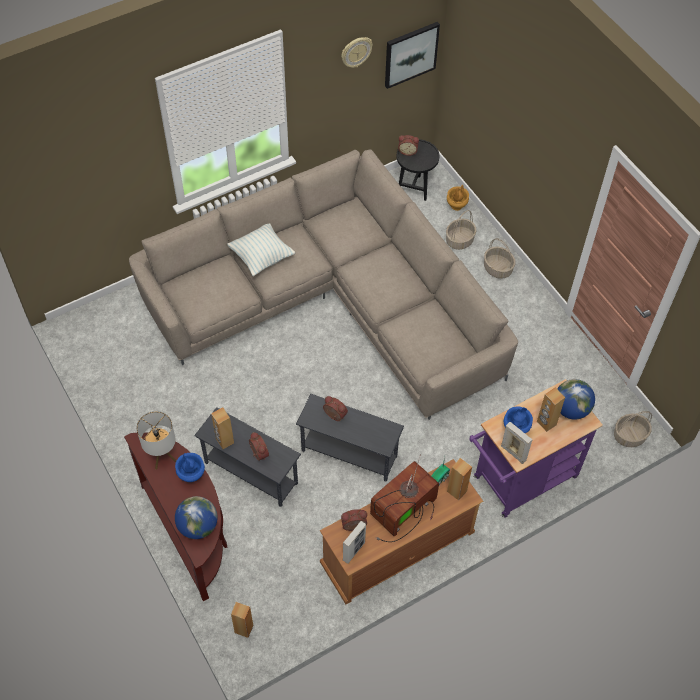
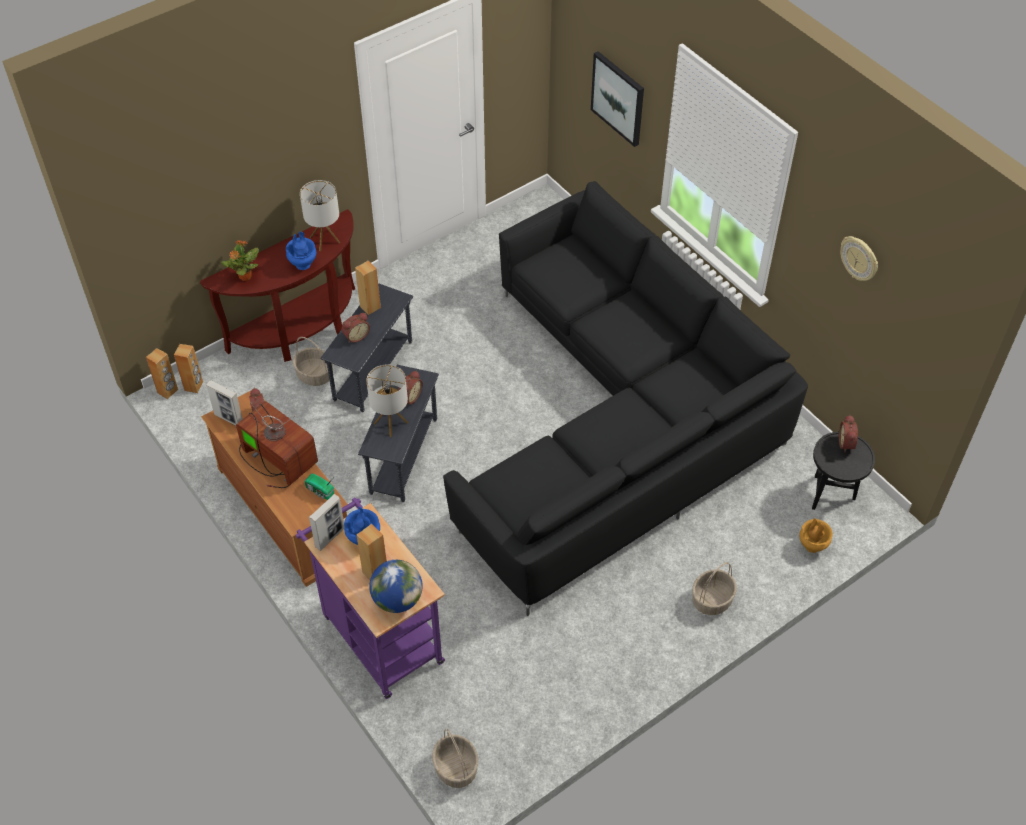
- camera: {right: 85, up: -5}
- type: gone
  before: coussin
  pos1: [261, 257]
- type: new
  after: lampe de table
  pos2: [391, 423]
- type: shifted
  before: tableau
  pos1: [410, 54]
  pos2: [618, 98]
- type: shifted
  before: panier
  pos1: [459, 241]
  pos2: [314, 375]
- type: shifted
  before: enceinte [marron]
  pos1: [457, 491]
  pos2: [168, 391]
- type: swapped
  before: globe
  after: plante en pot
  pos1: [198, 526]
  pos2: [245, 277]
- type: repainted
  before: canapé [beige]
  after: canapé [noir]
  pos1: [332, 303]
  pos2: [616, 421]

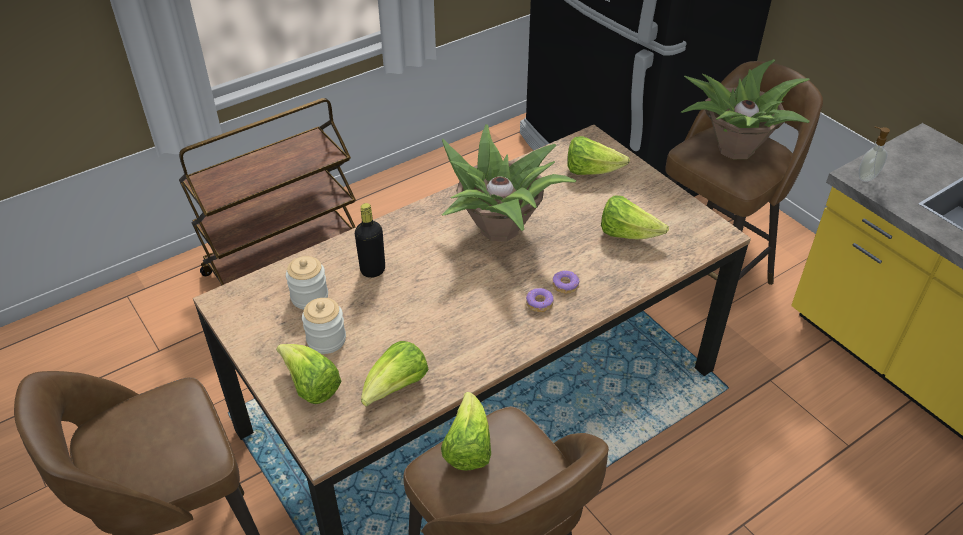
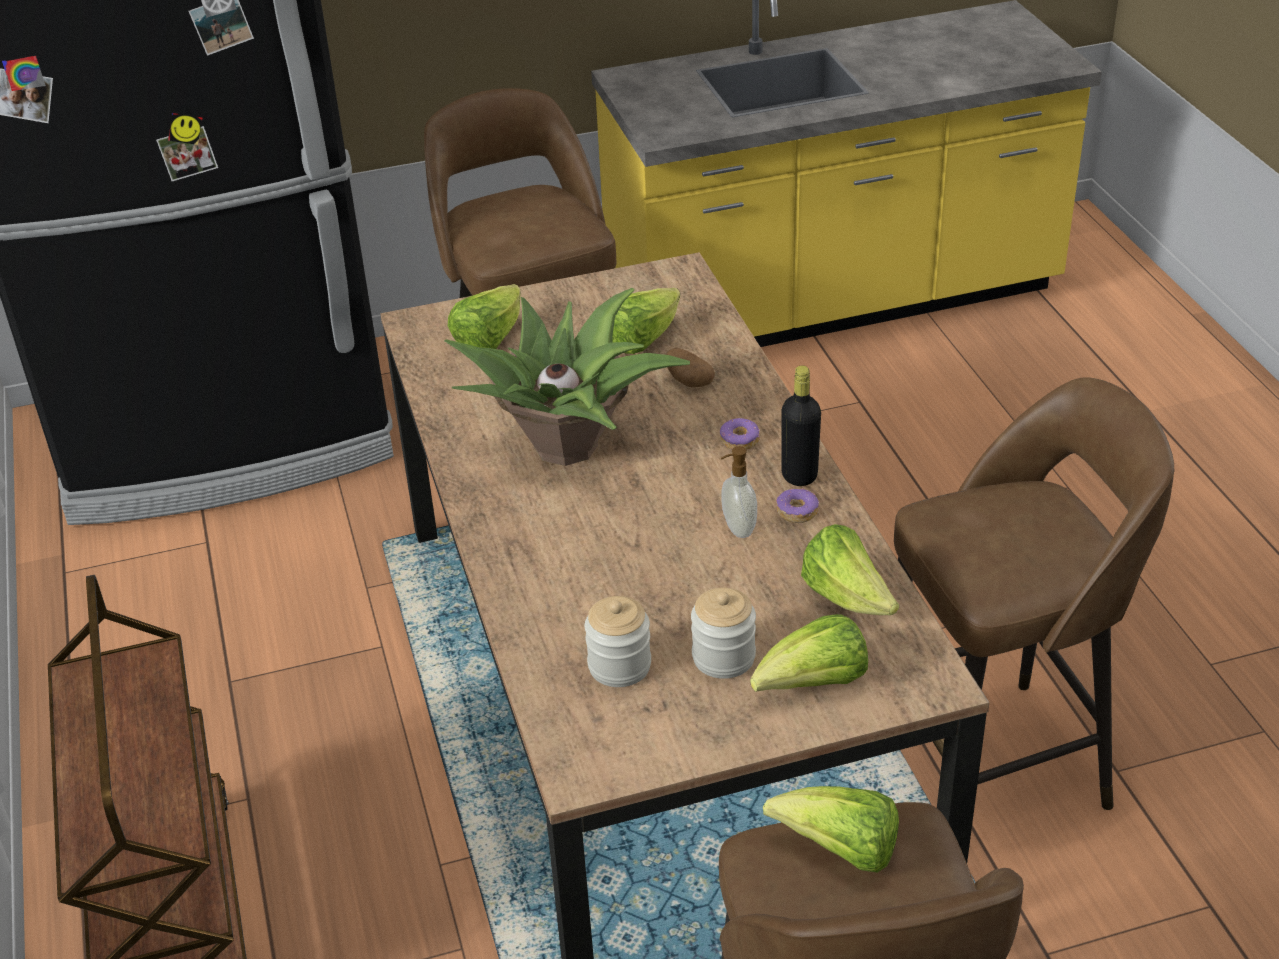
- camera: {right: -70, up: -5}
- type: gone
  before: plante en pot
  pos1: [734, 149]
- type: new
  after: pomme de terre
  pos2: [688, 381]
- type: shifted
  before: bouteille [noir]
  pos1: [373, 270]
  pos2: [799, 475]
- type: shifted
  before: laitue
  pos1: [468, 447]
  pos2: [840, 851]
- type: shifted
  before: beignet
  pos1: [565, 285]
  pos2: [796, 511]
- type: shifted
  before: distributeur de savon
  pos1: [866, 176]
  pos2: [737, 528]

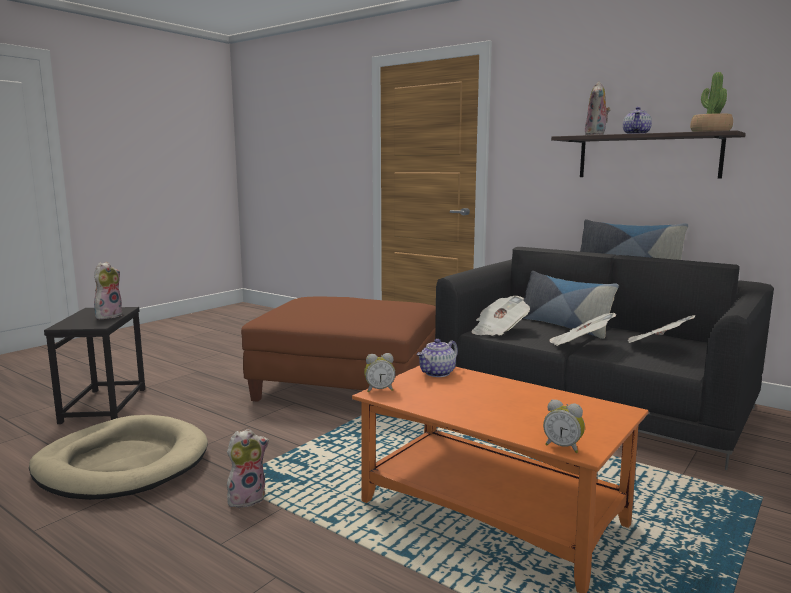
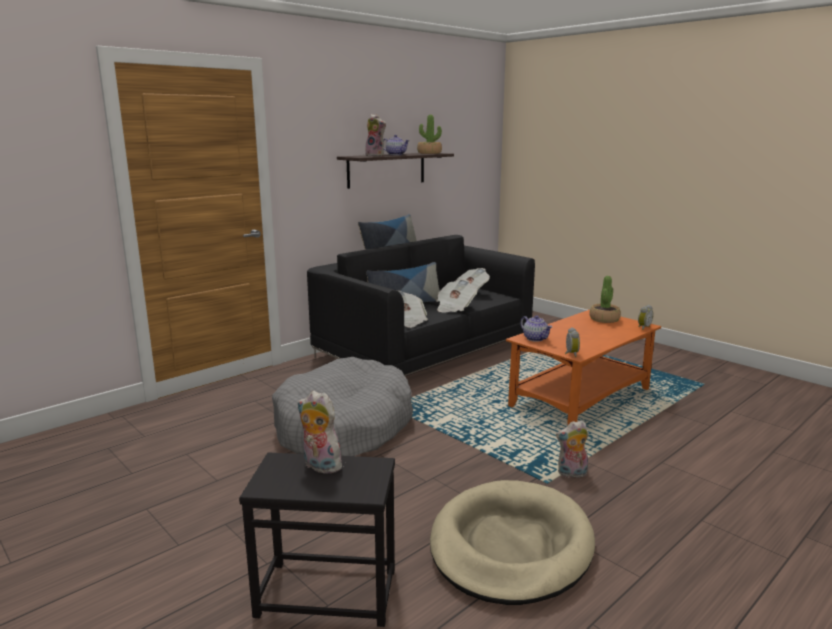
- camera: {right: -80, up: 5}
- type: new
  after: plante en pot
  pos2: [604, 319]
- type: swapped
  before: pouf [marron]
  after: panier pour chien [gris]
  pos1: [347, 385]
  pos2: [343, 427]
- type: rotated
  before: peluche
  pos1: [247, 498]
  pos2: [571, 474]
  turn: -75

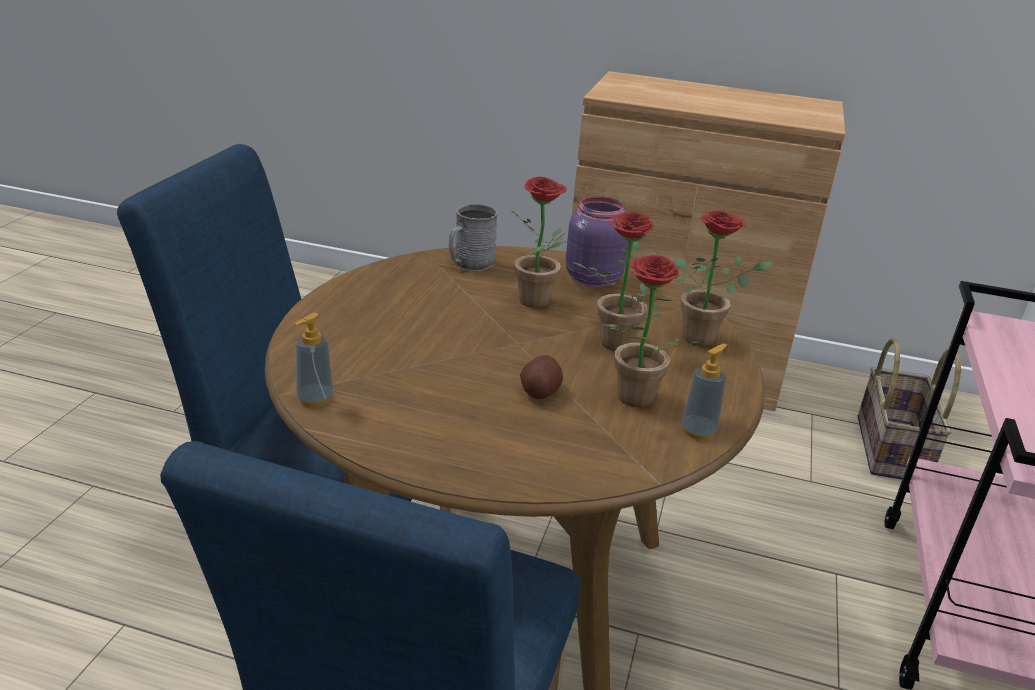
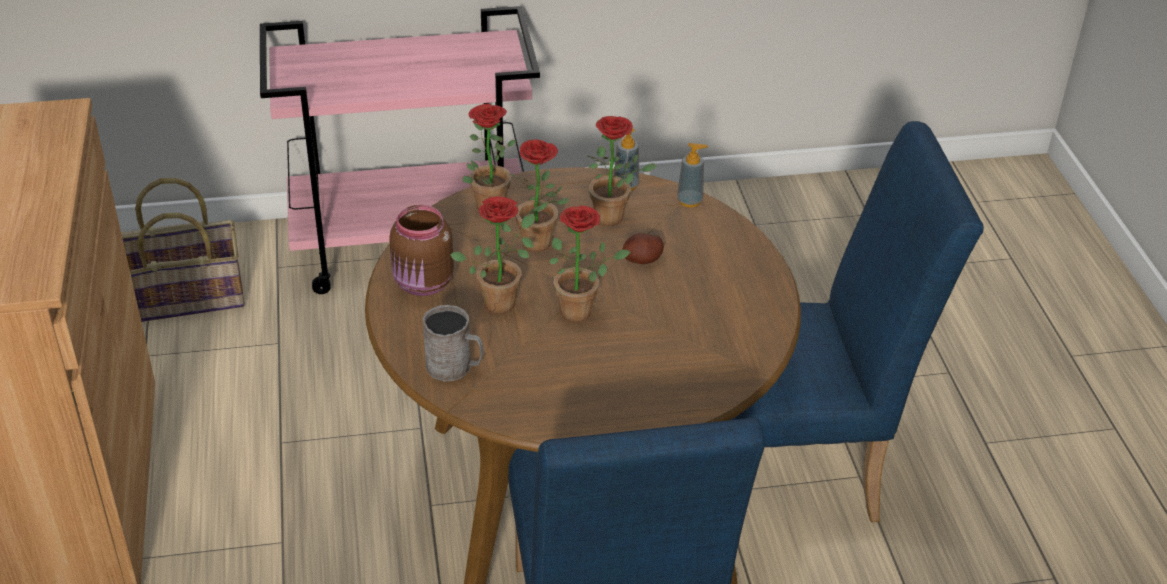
- camera: {right: -115, up: 10}
- type: new
  after: plante en pot
  pos2: [582, 311]
- type: shifted
  before: distributeur de savon
  pos1: [315, 399]
  pos2: [689, 201]
- type: repainted
  before: bocal [violet]
  after: bocal [marron]
  pos1: [591, 278]
  pos2: [423, 284]

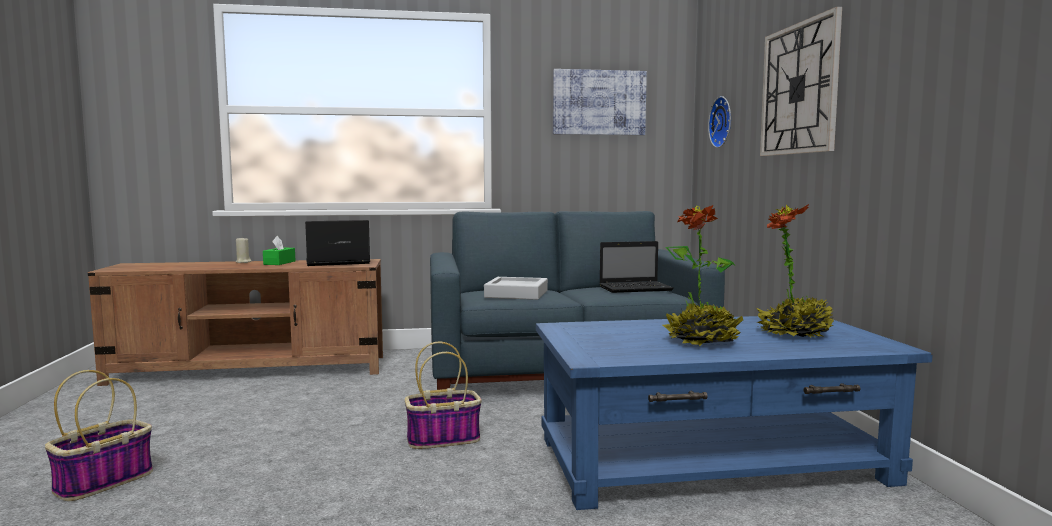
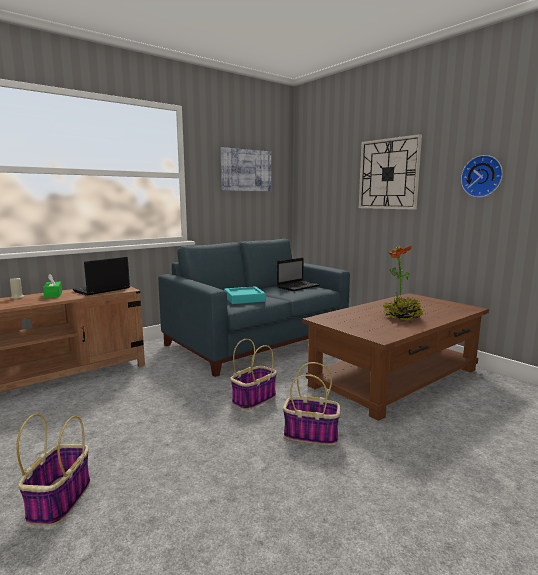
- camera: {right: -30, up: 5}
- type: gone
  before: plante en pot
  pos1: [794, 334]
- type: new
  after: panier
  pos2: [312, 435]
- type: shifted
  before: horloge murale
  pos1: [723, 122]
  pos2: [482, 176]
- type: repainted
  before: plateau [gris]
  after: plateau [turquoise]
  pos1: [516, 294]
  pos2: [244, 299]
- type: repainted
  before: table basse [bleu]
  after: table basse [marron]
  pos1: [712, 460]
  pos2: [395, 377]

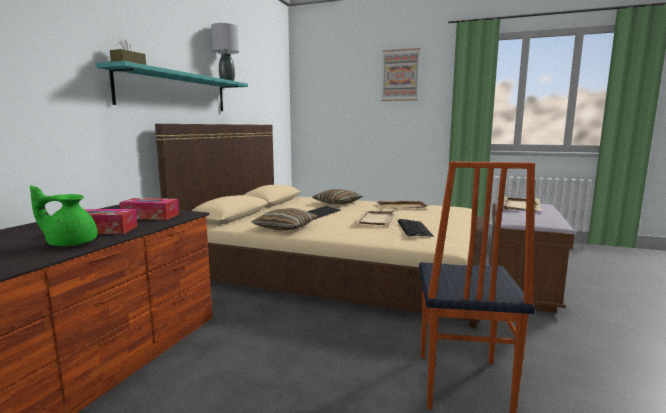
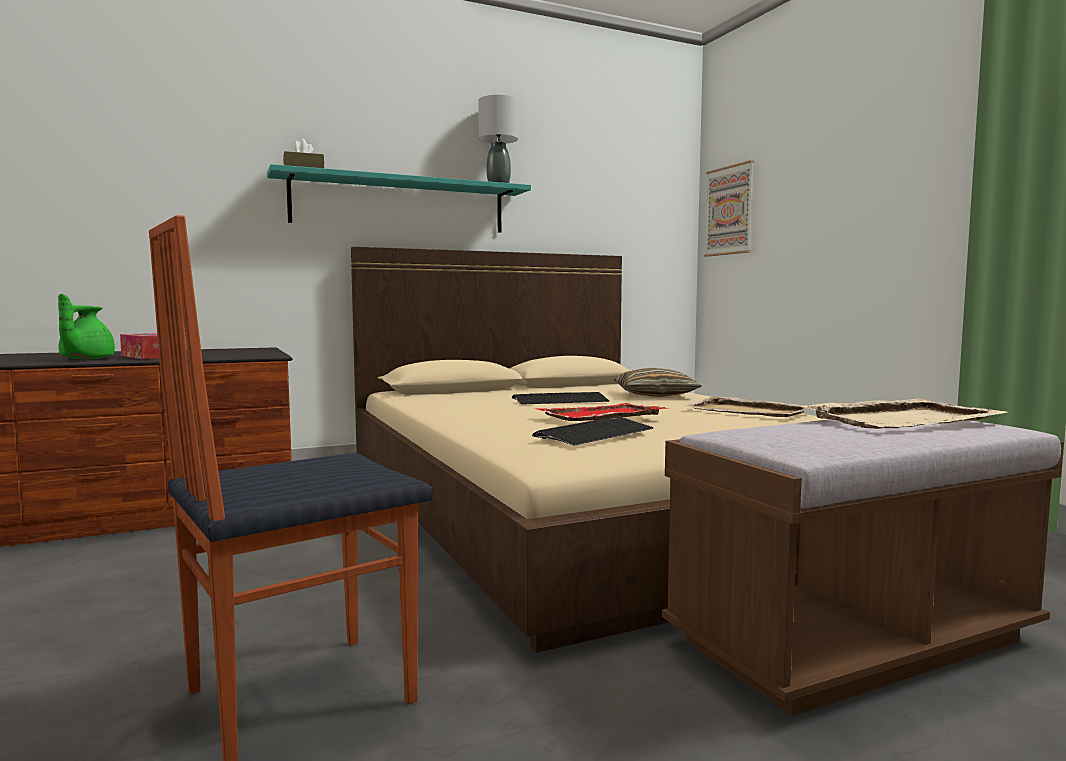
- camera: {right: 45, up: -5}
- type: gone
  before: boîte à mouchoirs
  pos1: [150, 216]
- type: gone
  before: coussin
  pos1: [285, 227]
- type: shifted
  before: tableau
  pos1: [400, 75]
  pos2: [729, 210]
- type: repainted
  before: plateau [beige]
  after: plateau [rouge]
  pos1: [376, 219]
  pos2: [600, 416]
- type: rotated
  before: théière [vert]
  pos1: [70, 243]
  pos2: [85, 359]
  turn: -135

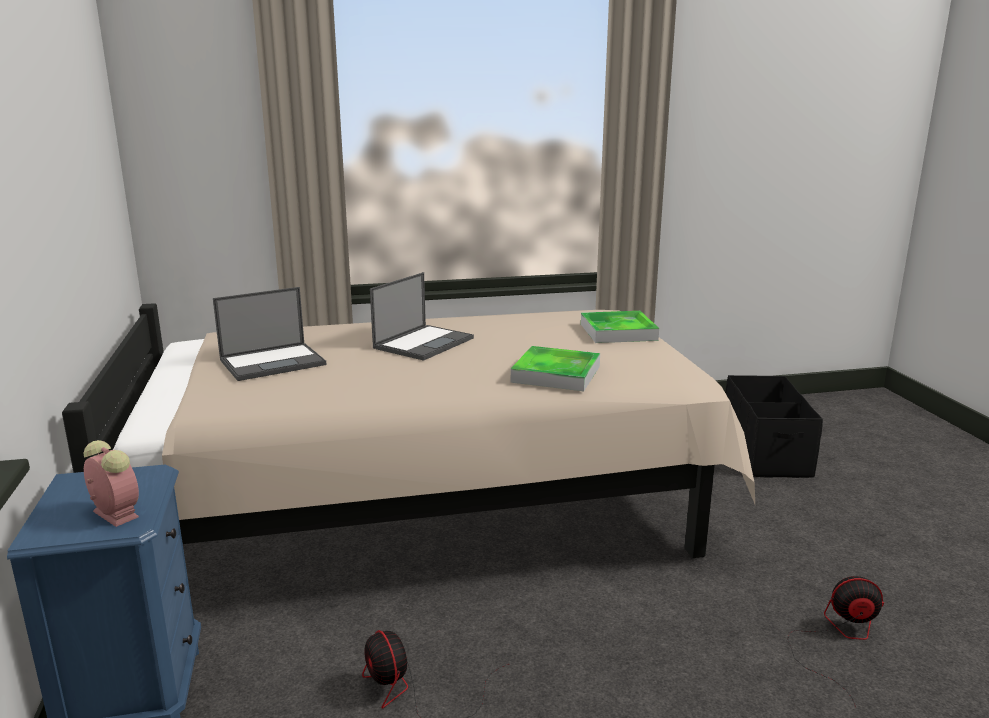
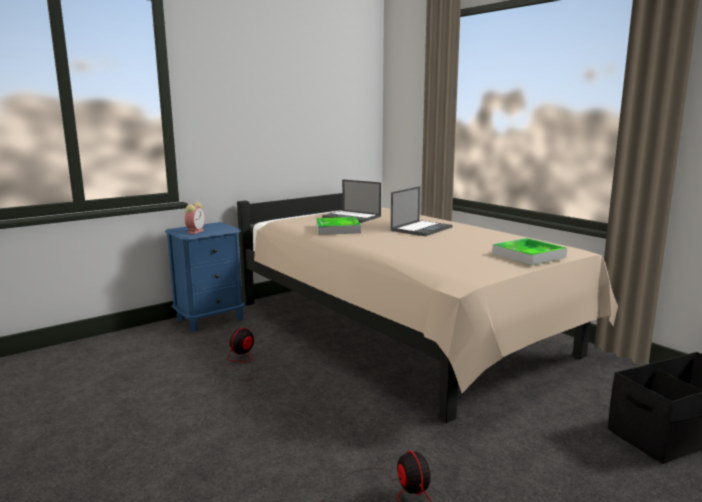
- camera: {right: 65, up: -5}
- type: shifted
  before: plateau
  pos1: [556, 374]
  pos2: [338, 229]
- type: rotated
  before: ordinateur portable
  pos1: [424, 343]
  pos2: [421, 229]
  turn: -60

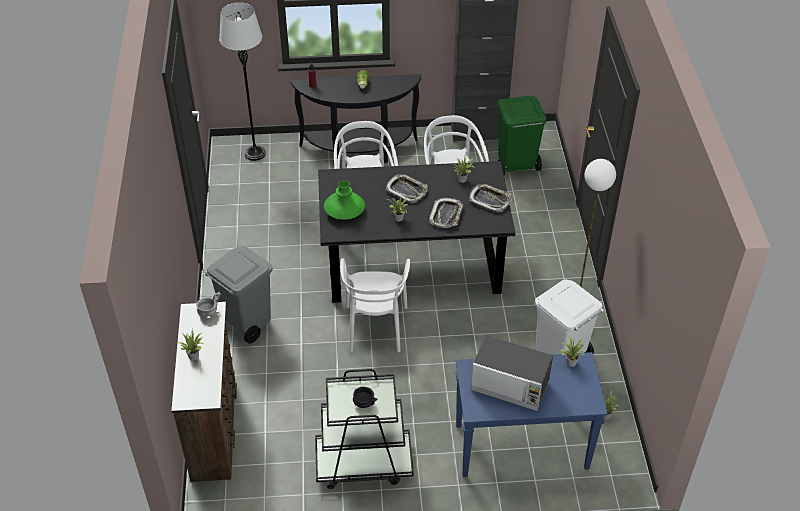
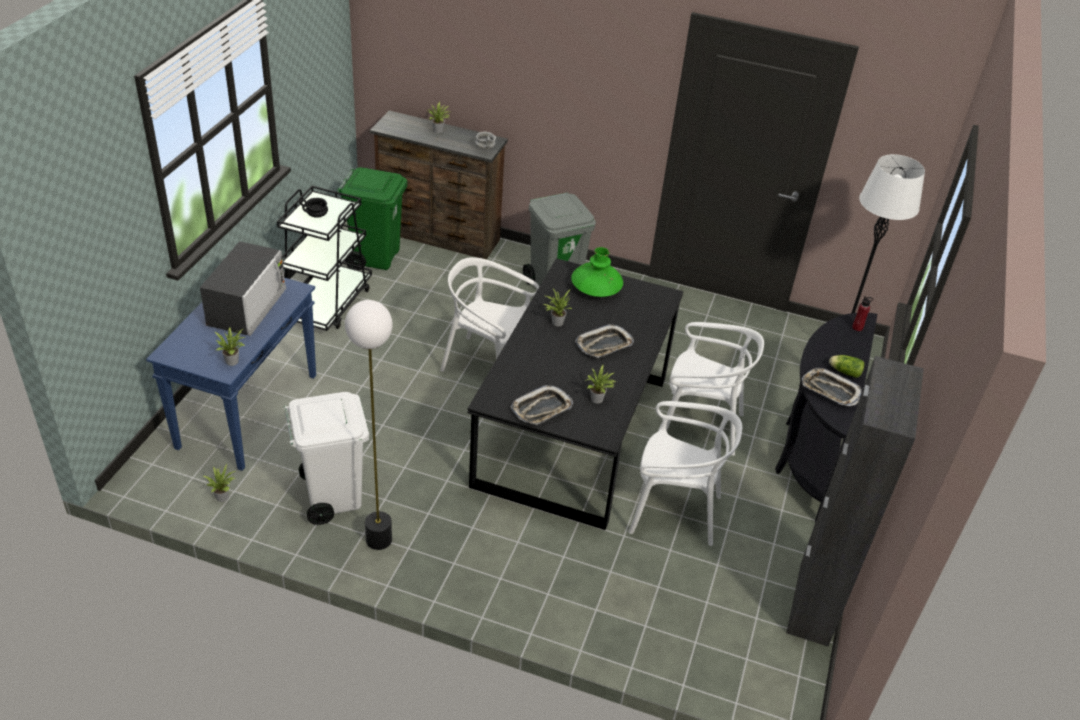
- camera: {right: 110, up: -5}
- type: shifted
  before: plateau
  pos1: [446, 215]
  pos2: [830, 390]
- type: shifted
  before: poubelle [vert]
  pos1: [516, 165]
  pos2: [375, 257]
- type: rotated
  before: micro-ondes
  pos1: [510, 386]
  pos2: [247, 307]
  turn: 150

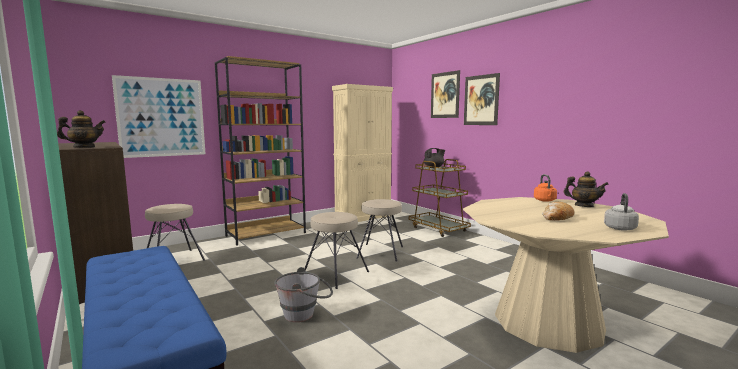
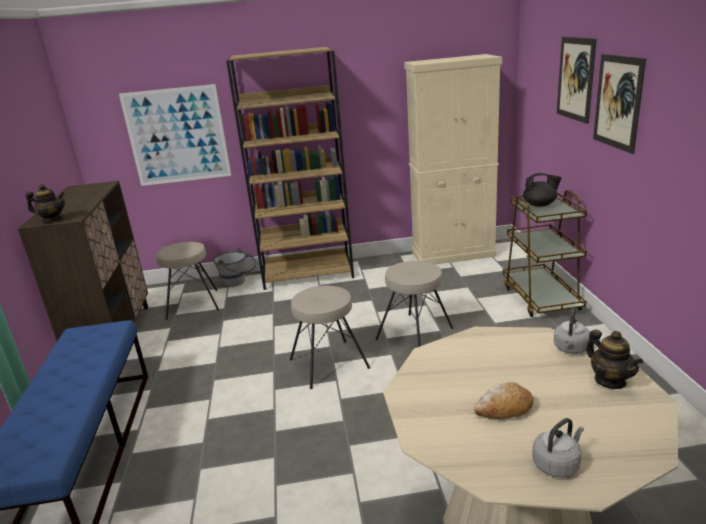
- camera: {right: 30, up: 15}
- type: shifted
  before: seau [gris]
  pos1: [305, 314]
  pos2: [238, 282]
- type: repainted
  before: bouilloire [orange]
  after: bouilloire [gris]
  pos1: [545, 200]
  pos2: [570, 349]

